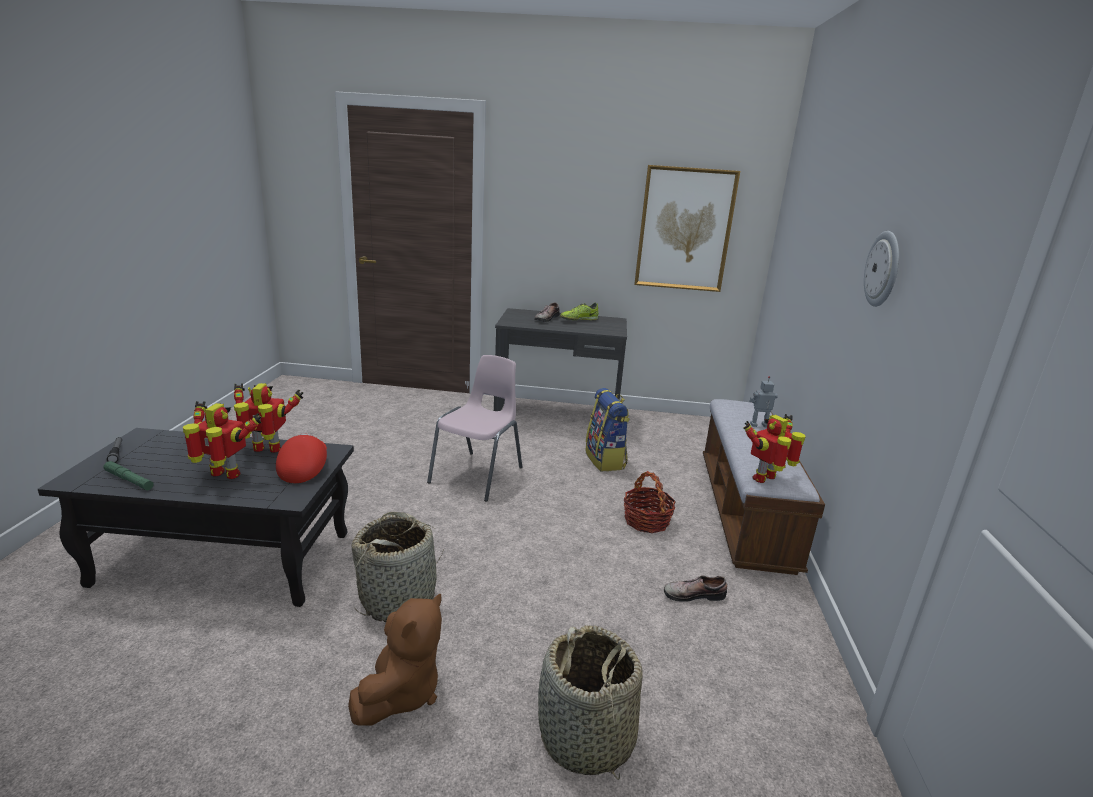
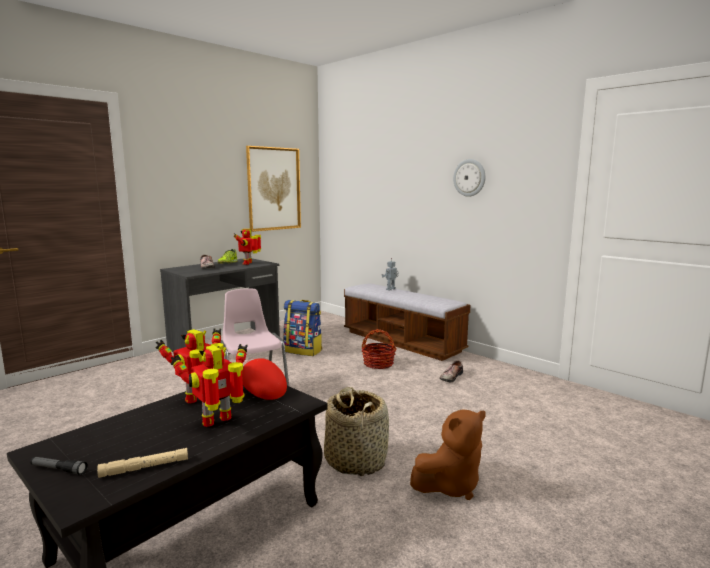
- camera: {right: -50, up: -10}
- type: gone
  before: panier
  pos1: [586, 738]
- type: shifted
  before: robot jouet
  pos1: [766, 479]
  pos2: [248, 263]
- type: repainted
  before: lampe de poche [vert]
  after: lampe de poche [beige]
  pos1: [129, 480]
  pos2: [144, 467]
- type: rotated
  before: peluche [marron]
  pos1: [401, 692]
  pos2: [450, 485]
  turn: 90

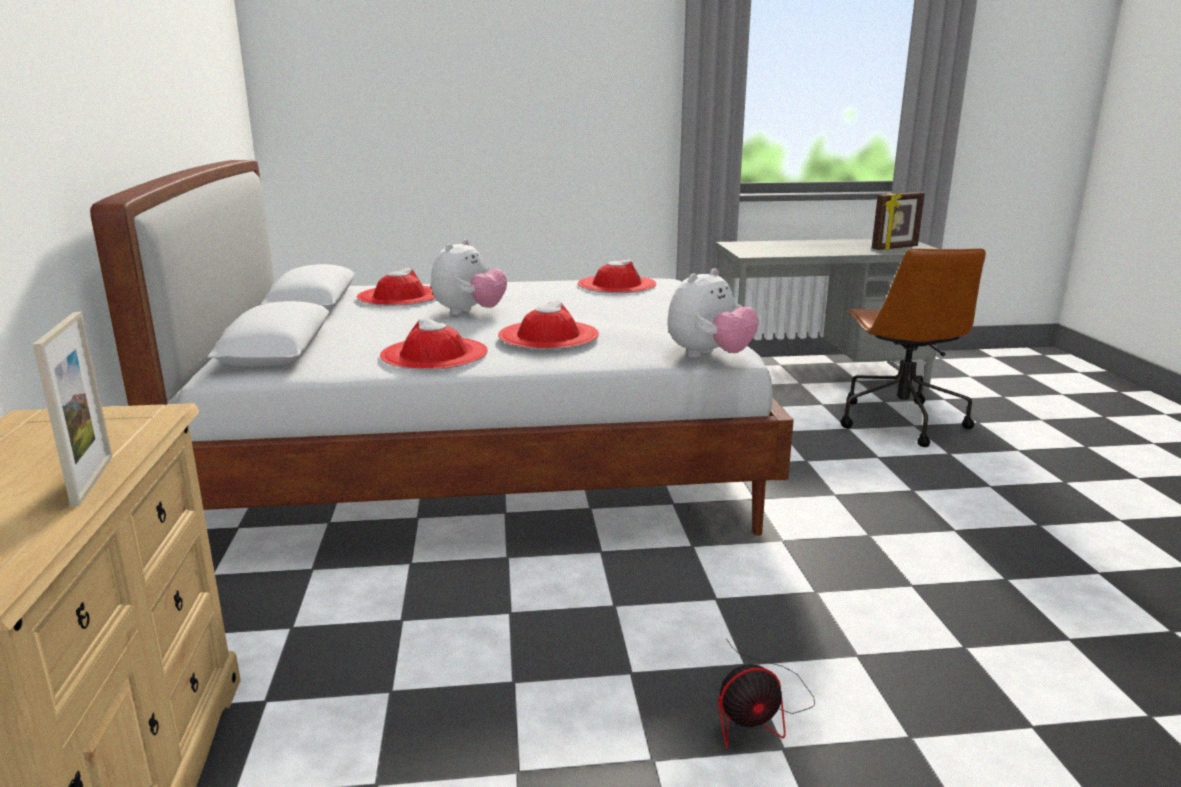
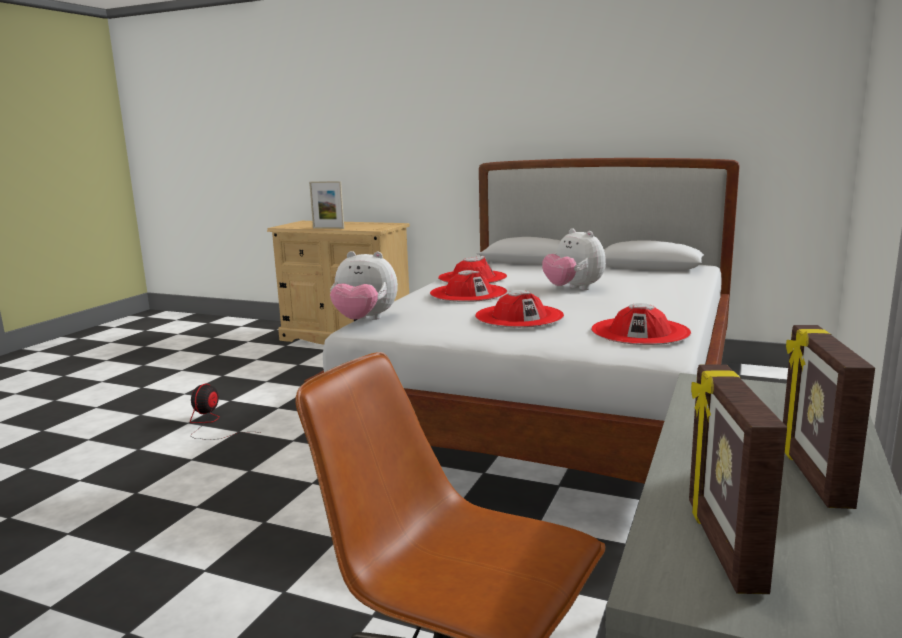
- camera: {right: 120, up: -5}
- type: new
  after: cadre photo
  pos2: [812, 475]
- type: shifted
  before: chapeau [rouge]
  pos1: [399, 296]
  pos2: [519, 316]
- type: rotated
  before: peluche
  pos1: [709, 356]
  pos2: [364, 320]
  turn: -60

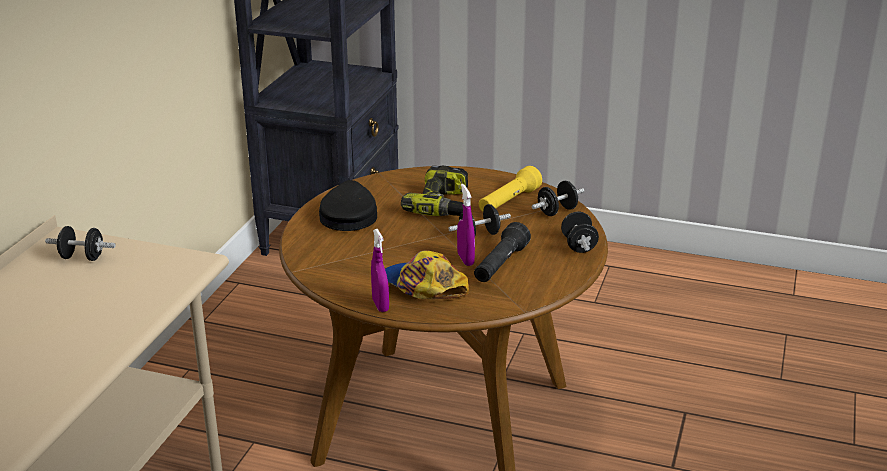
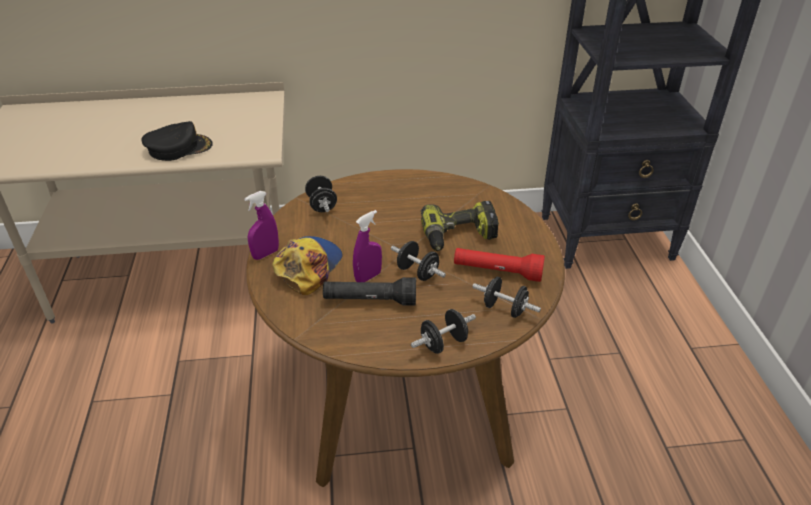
- camera: {right: 65, up: 10}
- type: shifted
  before: haltère [noir]
  pos1: [82, 257]
  pos2: [322, 205]
- type: shifted
  before: casquette [noir]
  pos1: [348, 215]
  pos2: [179, 148]
- type: repainted
  before: lampe de poche [jaune]
  after: lampe de poche [rouge]
  pos1: [508, 202]
  pos2: [497, 272]

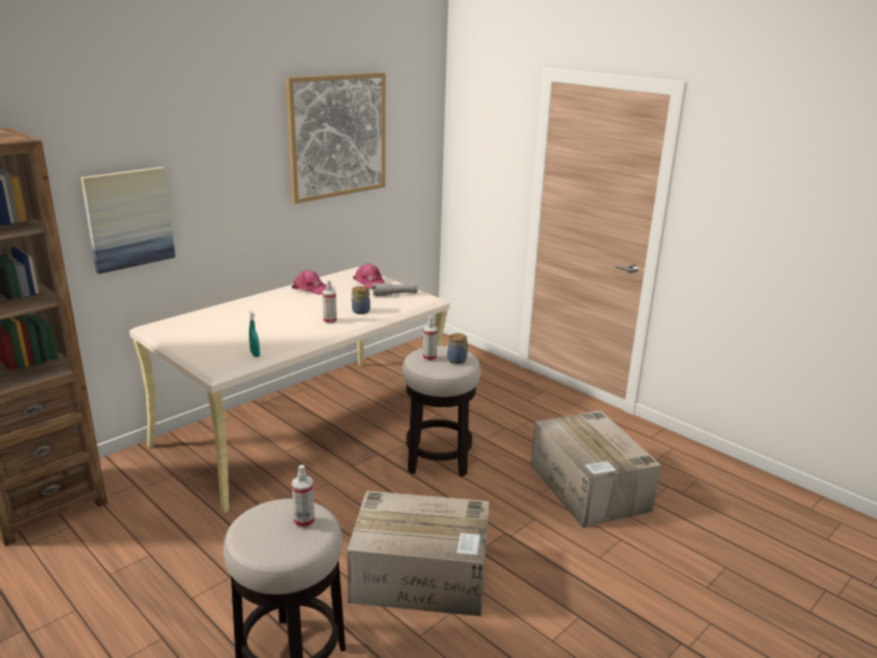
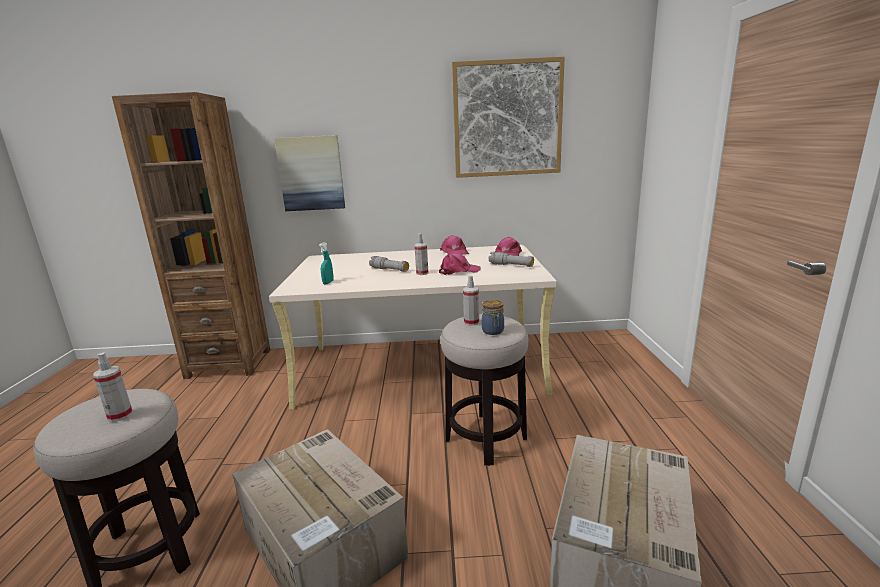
- camera: {right: 45, up: -5}
- type: new
  after: lampe de poche [gris]
  pos2: [389, 270]
- type: swapped
  before: bocal
  after: casquette [rose]
  pos1: [360, 311]
  pos2: [458, 271]

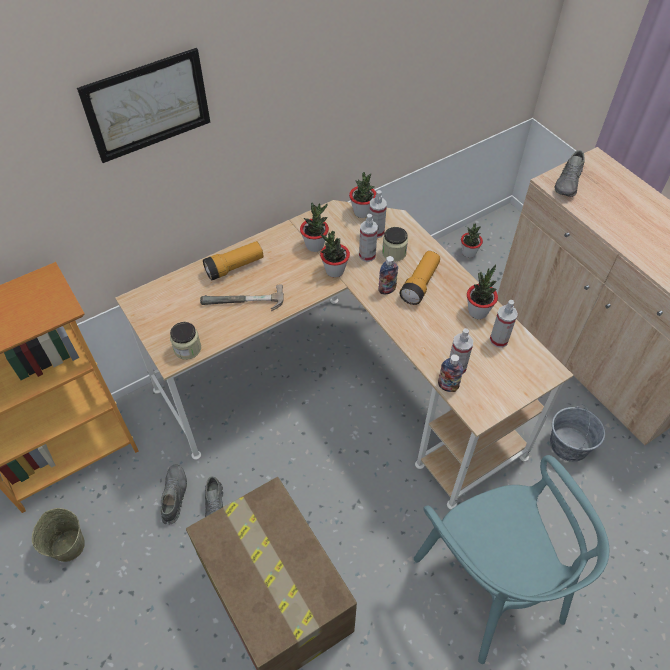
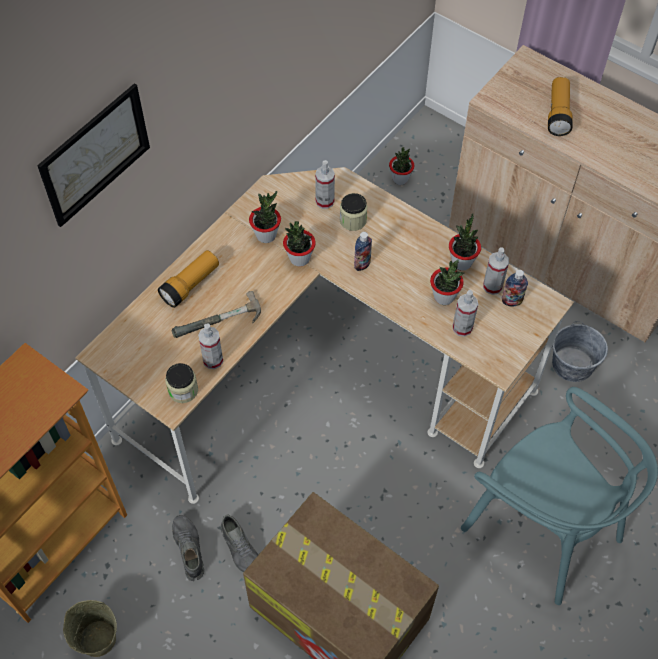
- camera: {right: -20, up: 5}
- type: gone
  before: chaussure [gris]
  pos1: [568, 183]
- type: shifted
  before: plante en pot
  pos1: [362, 212]
  pos2: [444, 297]
- type: shifted
  before: vaporisateur
  pos1: [367, 255]
  pos2: [213, 360]
- type: shifted
  before: lampe de poche
  pos1: [420, 284]
  pos2: [558, 114]
- type: shifted
  before: bouteille
  pos1: [447, 386]
  pos2: [511, 301]

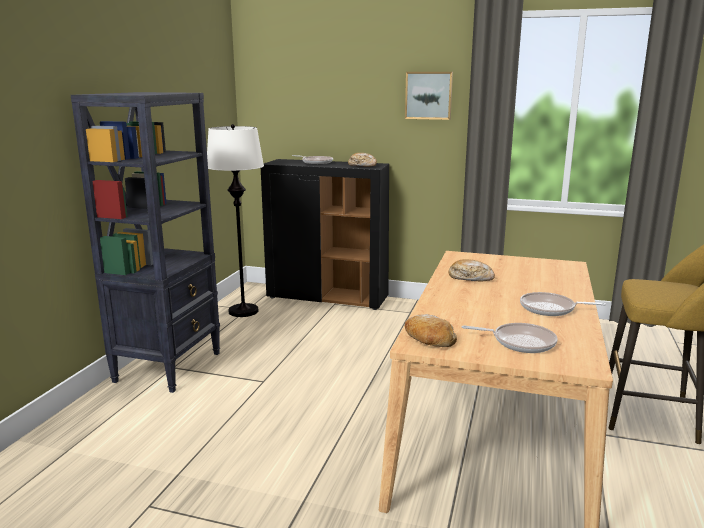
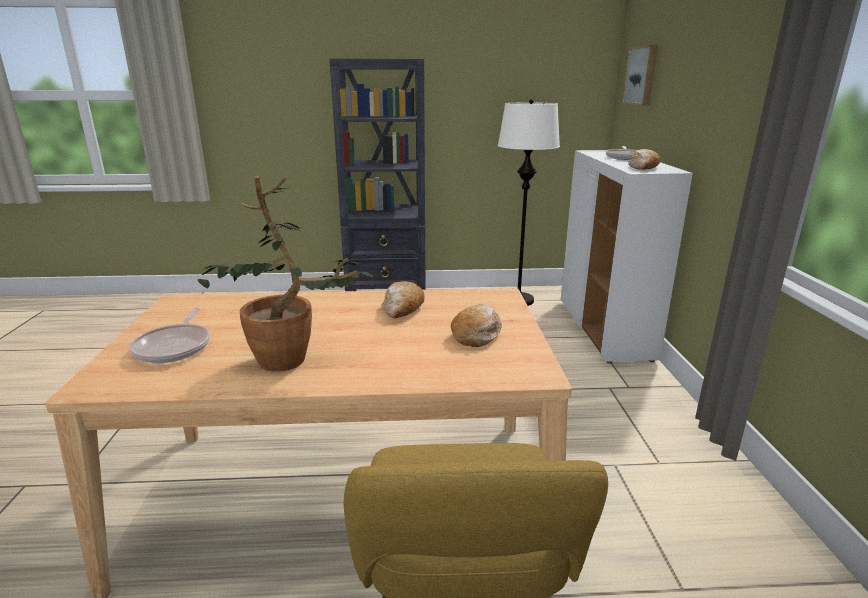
- camera: {right: 70, up: 5}
- type: shifted
  before: tableau
  pos1: [428, 95]
  pos2: [642, 75]
- type: shifted
  before: pain
  pos1: [428, 339]
  pos2: [477, 334]
- type: swapped
  before: poêle
  after: plante en pot
  pos1: [550, 309]
  pos2: [294, 361]
- type: repainted
  before: meuble de rangement [noir]
  after: meuble de rangement [blanc]
  pos1: [328, 298]
  pos2: [605, 329]

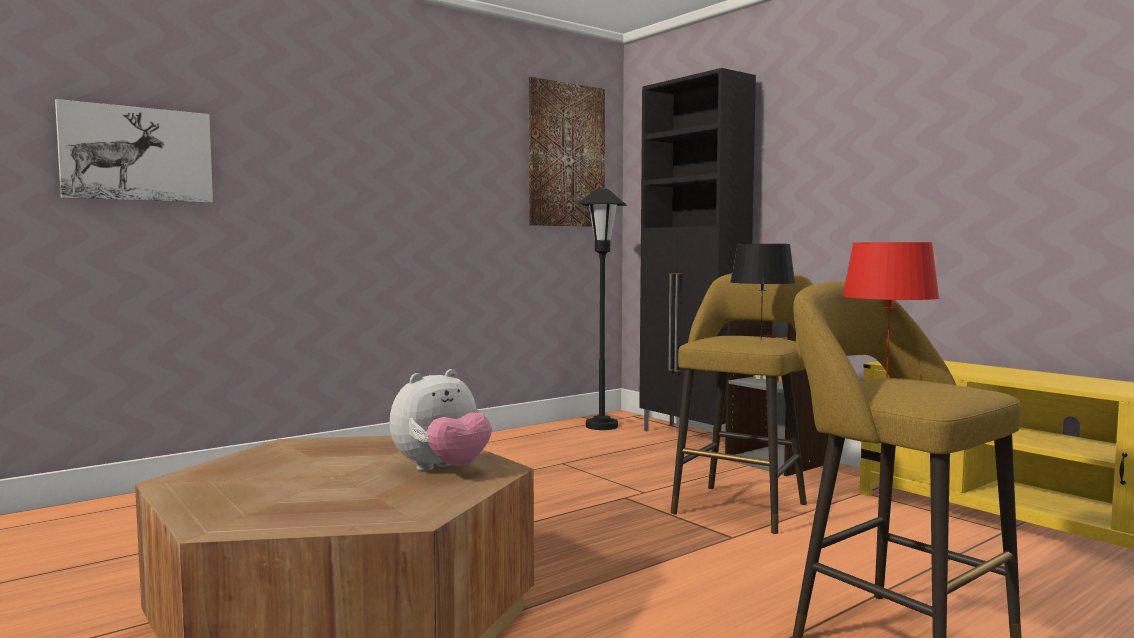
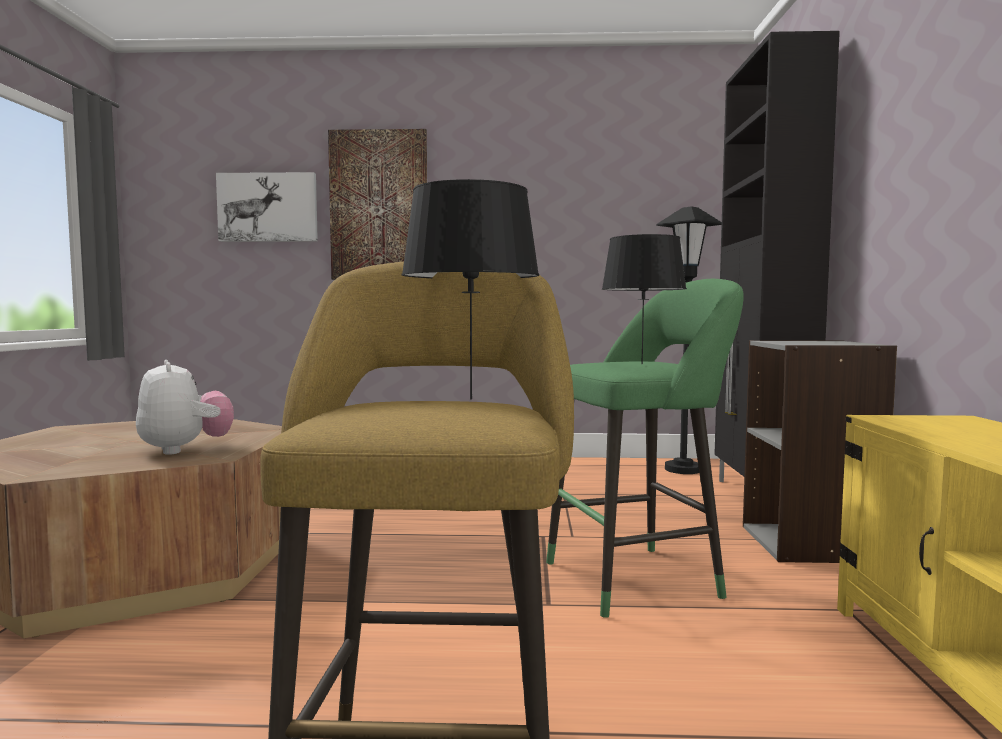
- camera: {right: 40, up: 0}
- type: shifted
  before: tableau
  pos1: [566, 155]
  pos2: [379, 205]
- type: repainted
  before: tabouret [jaune]
  after: tabouret [vert]
  pos1: [743, 506]
  pos2: [640, 578]
- type: repainted
  before: lampe de table [rouge]
  after: lampe de table [noir]
  pos1: [888, 377]
  pos2: [471, 399]
- type: rotated
  before: peluche
  pos1: [442, 470]
  pos2: [185, 449]
  turn: -120

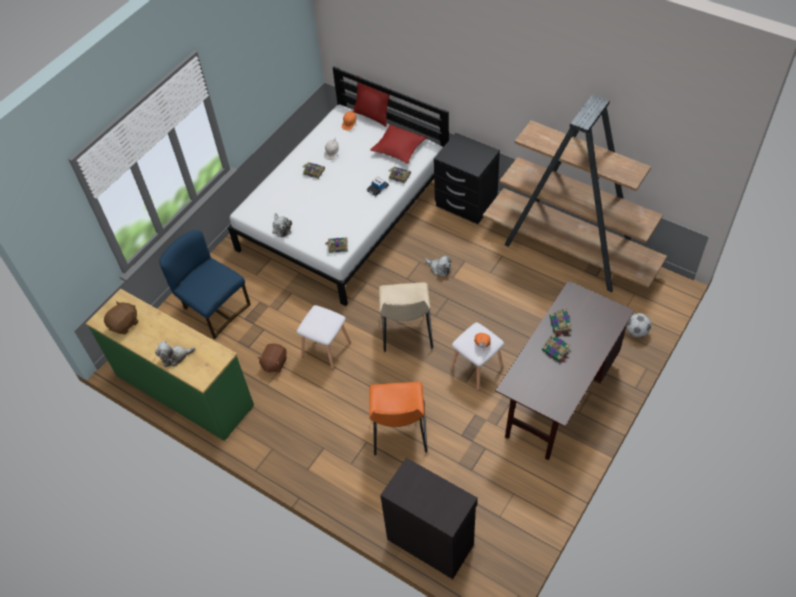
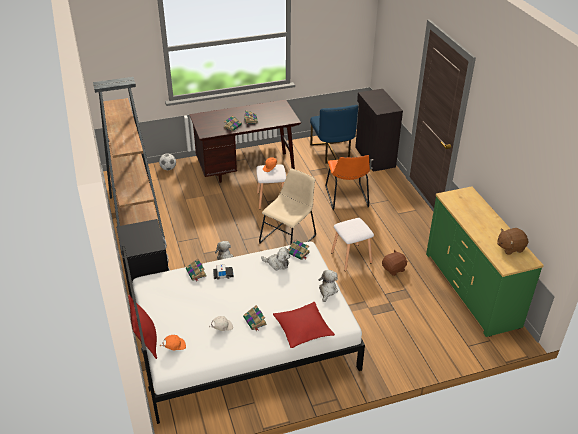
- camera: {right: -145, up: -15}
- type: shifted
  before: peluche
  pos1: [175, 357]
  pos2: [277, 263]
- type: shifted
  before: chaise [bleu]
  pos1: [214, 309]
  pos2: [332, 152]
- type: shifted
  before: coussin [rouge]
  pos1: [399, 148]
  pos2: [303, 329]
- type: rotated
  before: chaise [orange]
  pos1: [399, 431]
  pos2: [347, 198]
  turn: 135

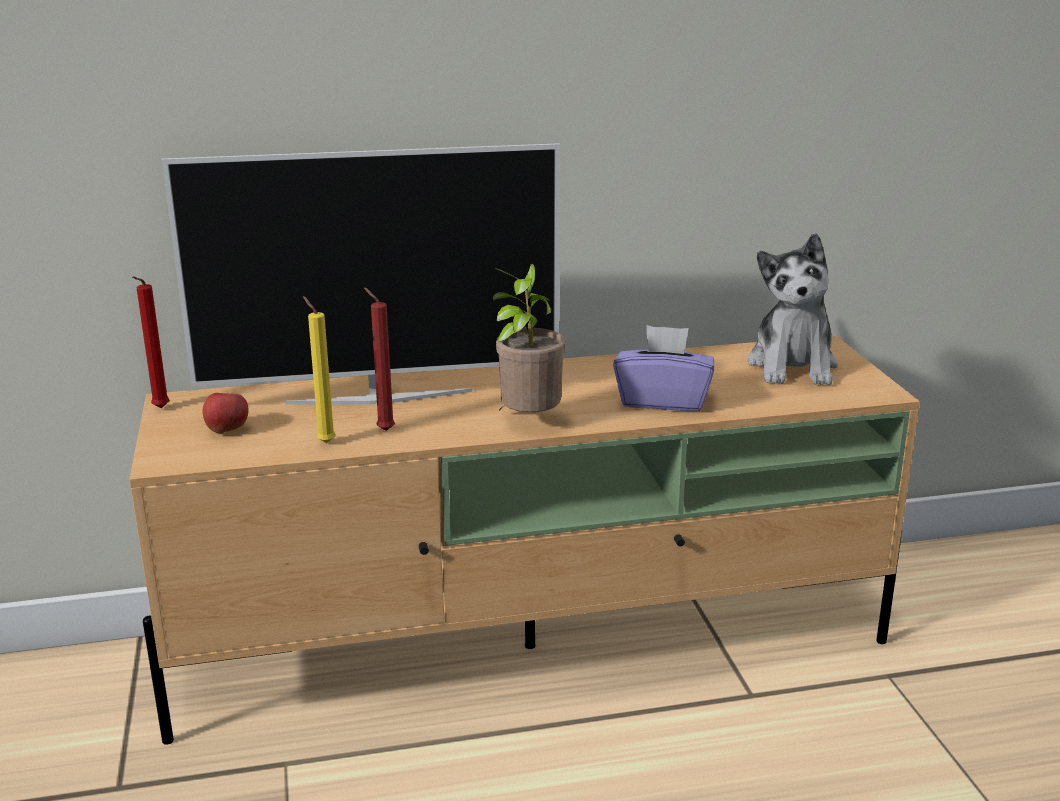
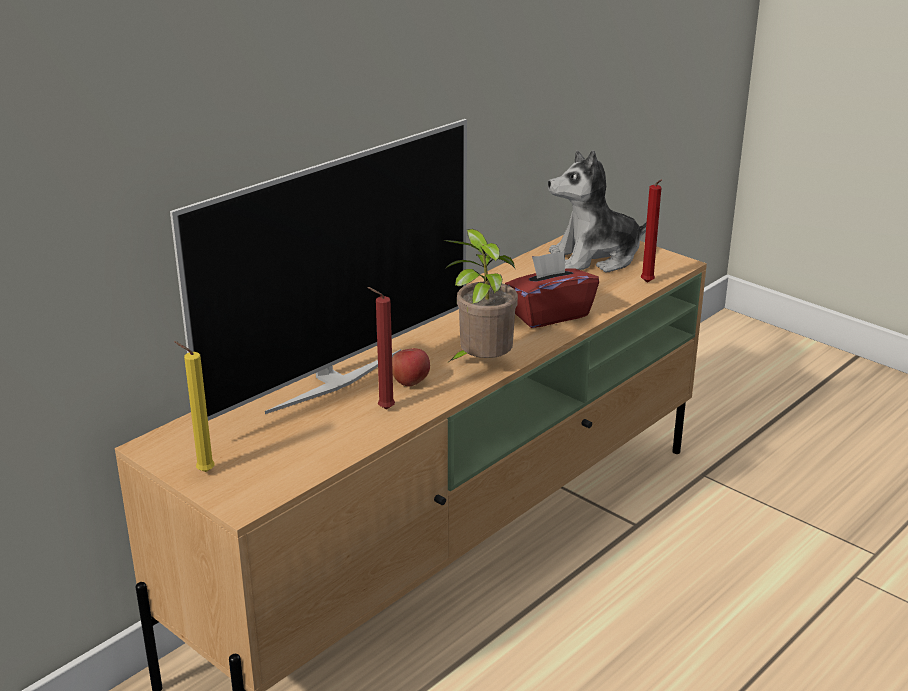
- camera: {right: -35, up: 5}
- type: shifted
  before: bougie [rouge]
  pos1: [159, 409]
  pos2: [648, 283]
- type: shifted
  before: pomme
  pos1: [227, 430]
  pos2: [410, 382]
- type: shifted
  before: bougie [jaune]
  pos1: [324, 442]
  pos2: [203, 471]
- type: repainted
  before: boîte à mouchoirs [violet]
  after: boîte à mouchoirs [rouge]
  pos1: [663, 400]
  pos2: [549, 314]
- type: rotated
  before: peluche
  pos1: [793, 366]
  pos2: [595, 258]
  turn: 105

